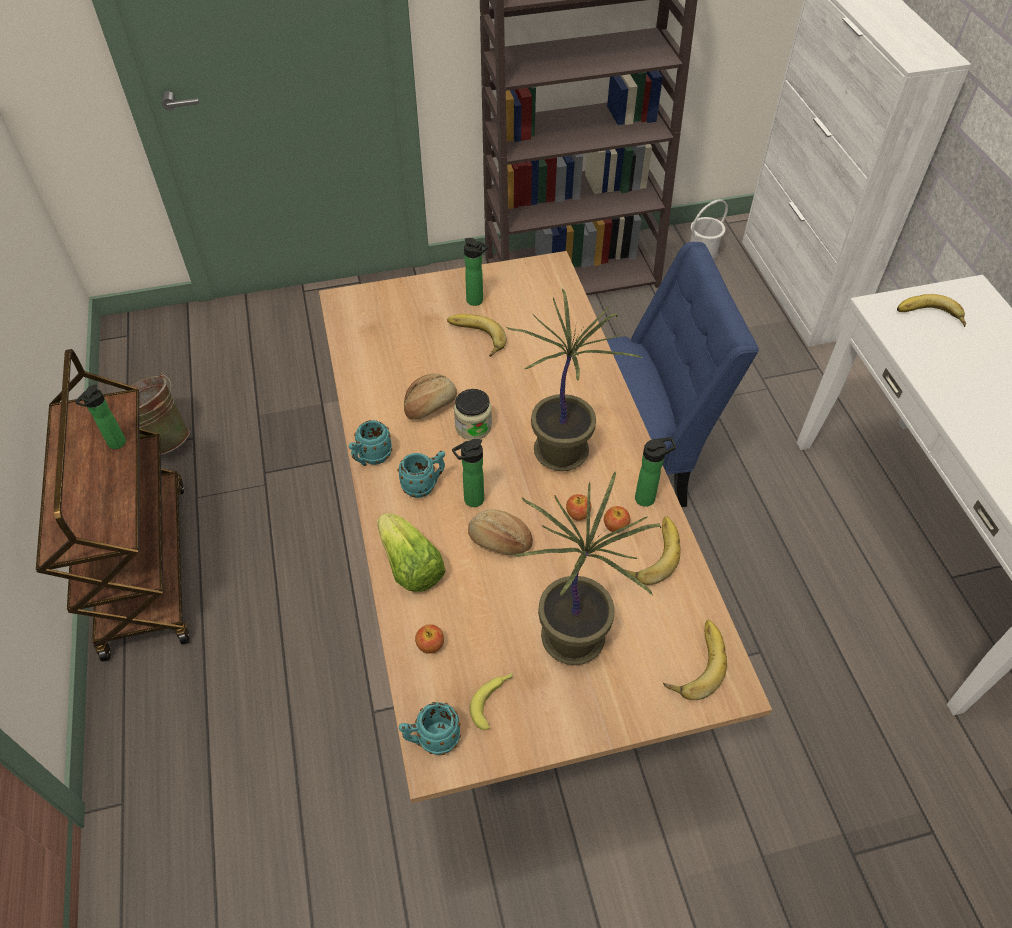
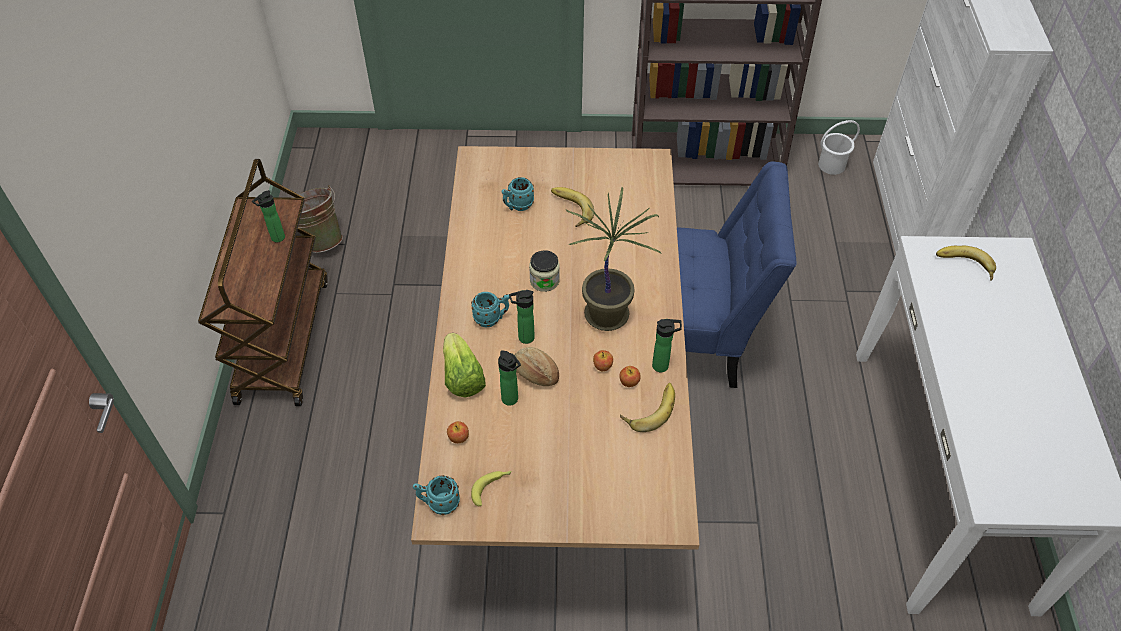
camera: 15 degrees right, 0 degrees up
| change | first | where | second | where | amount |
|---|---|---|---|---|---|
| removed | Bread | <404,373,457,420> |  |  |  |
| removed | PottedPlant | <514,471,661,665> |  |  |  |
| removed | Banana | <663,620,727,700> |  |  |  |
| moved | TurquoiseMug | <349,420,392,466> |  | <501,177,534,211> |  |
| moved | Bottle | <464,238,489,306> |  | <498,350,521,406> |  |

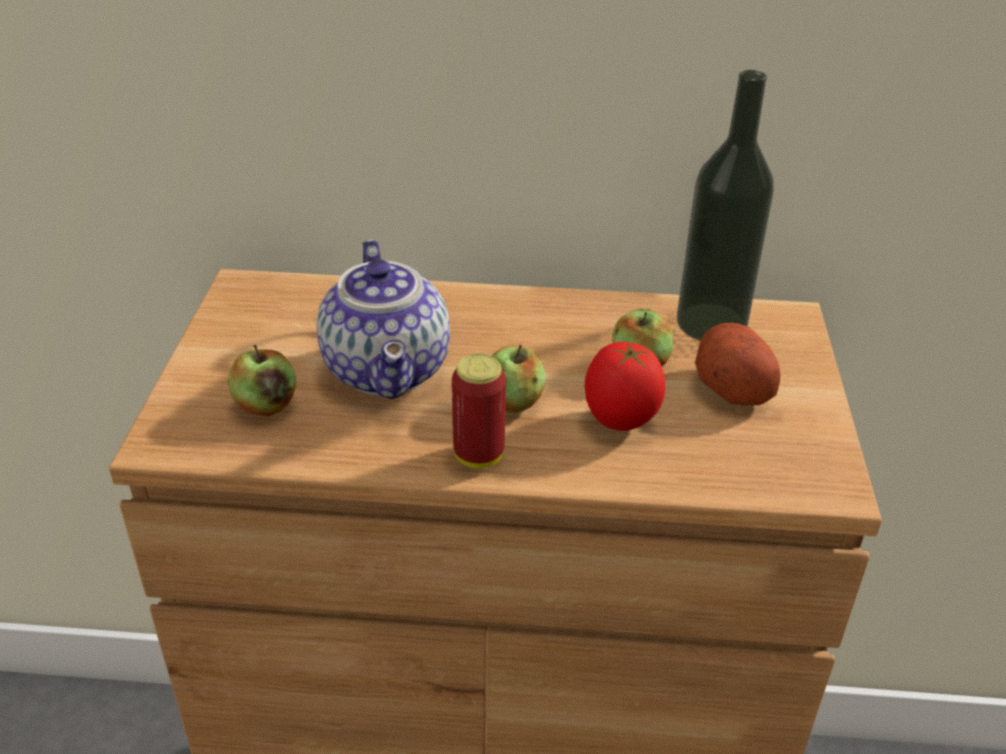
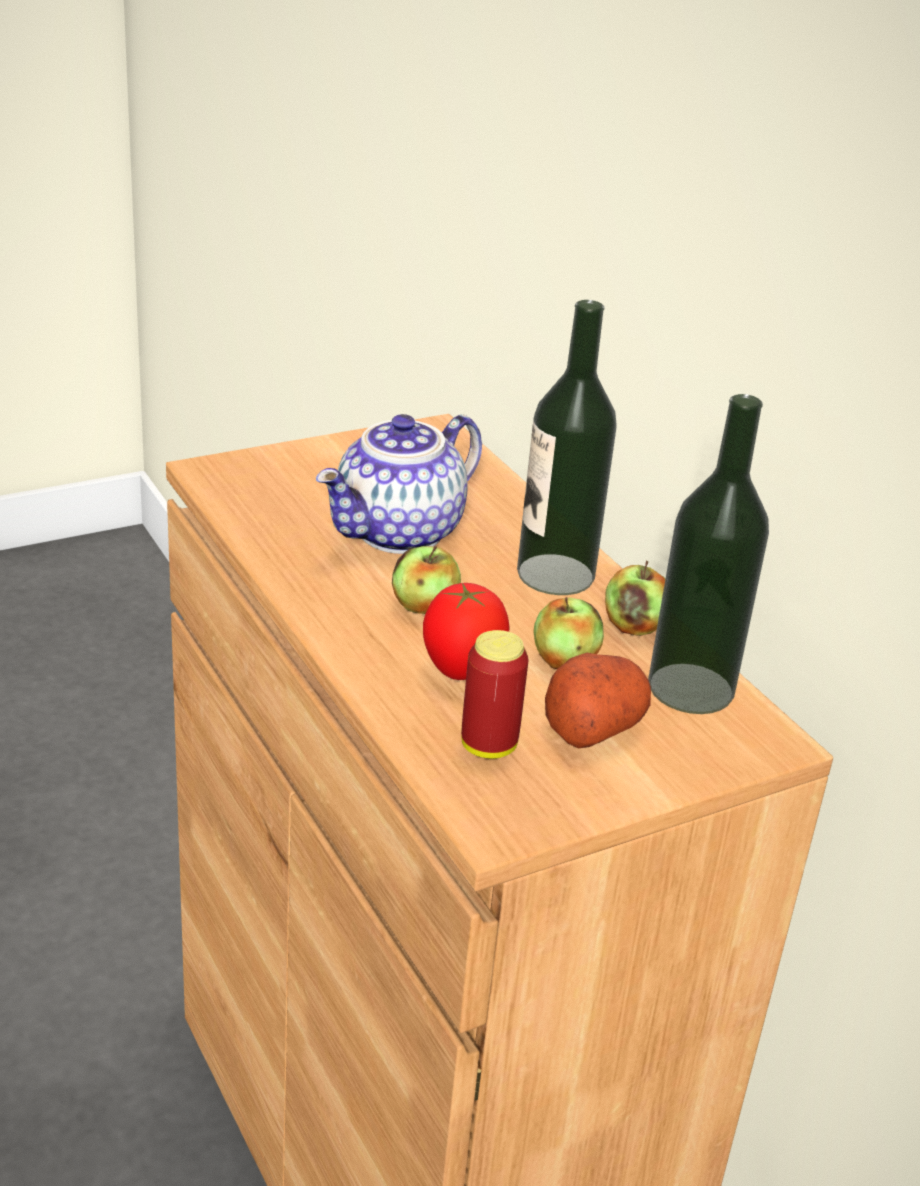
camera: 55 degrees right, 5 degrees down
| change | first | where | second | where | amount |
|---|---|---|---|---|---|
| added |  |  | Bottle | <517,300,617,595> |  |
| moved | Apple | <227,345,296,416> |  | <605,561,665,636> |  |
| moved | Can | <452,353,506,468> |  | <461,630,529,759> |  |

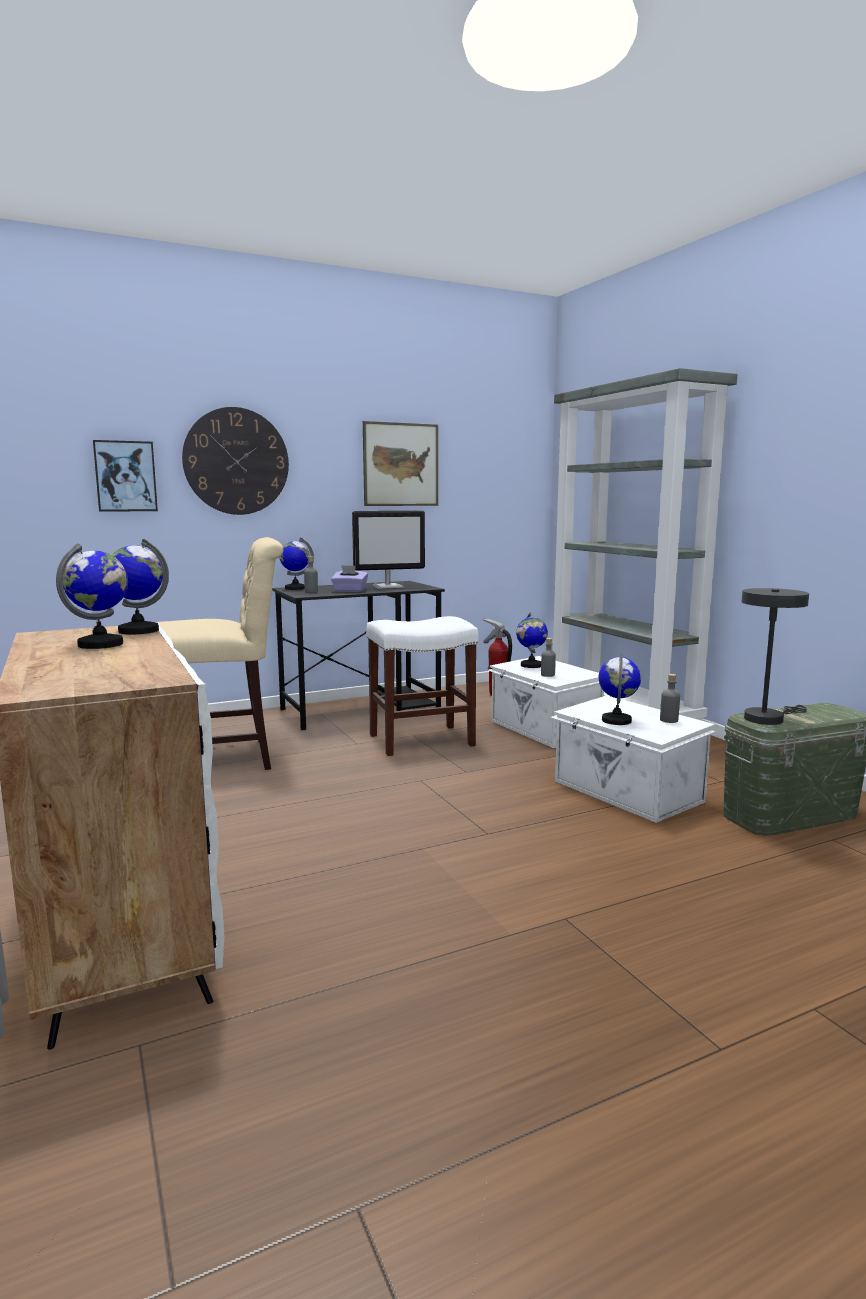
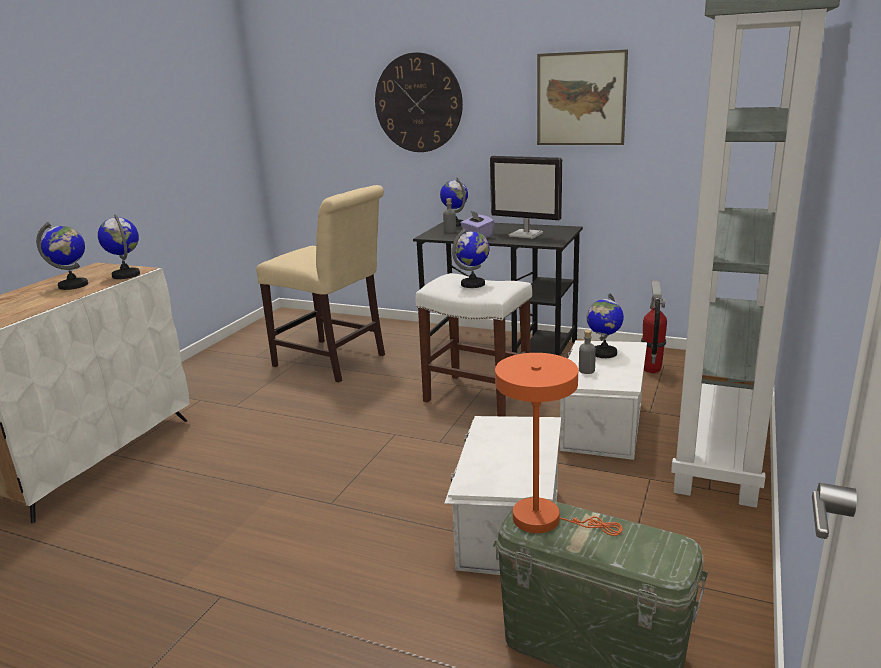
camera: 50 degrees right, 10 degrees up
| change | first | where | second | where | amount |
|---|---|---|---|---|---|
| removed | Picture | <93,440,158,512> |  |  |  |
| removed | GreyBottle | <660,674,680,723> |  |  |  |
| moved | Globe | <599,654,641,725> |  | <452,229,490,288> |  |
| recoloured | GreyTableLamp | <741,588,809,725> | OrangeTableLamp | <495,353,623,536> |  |

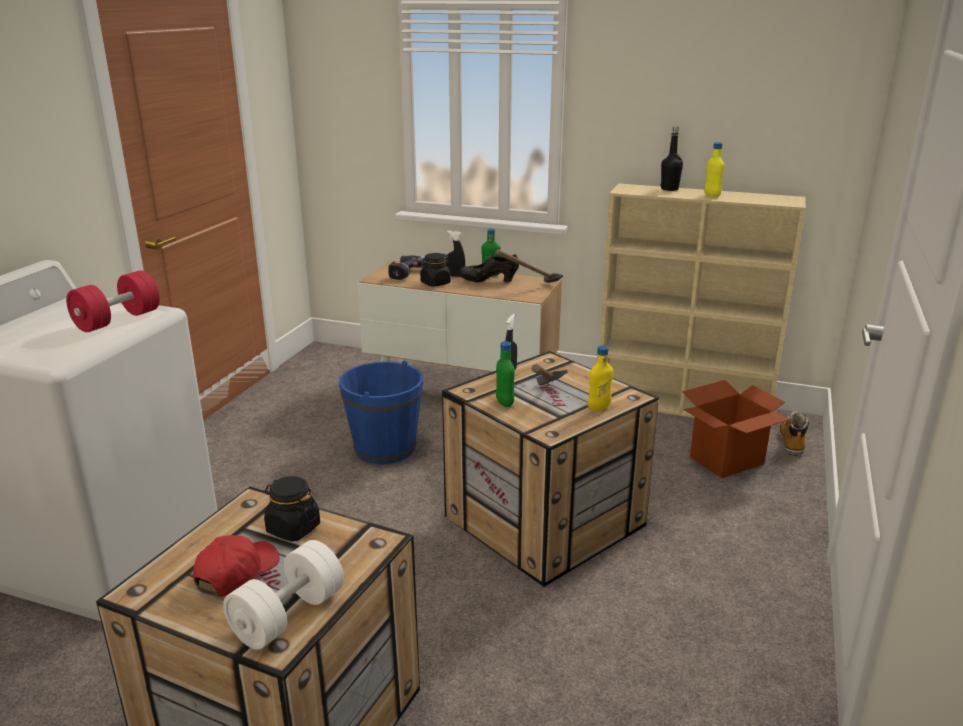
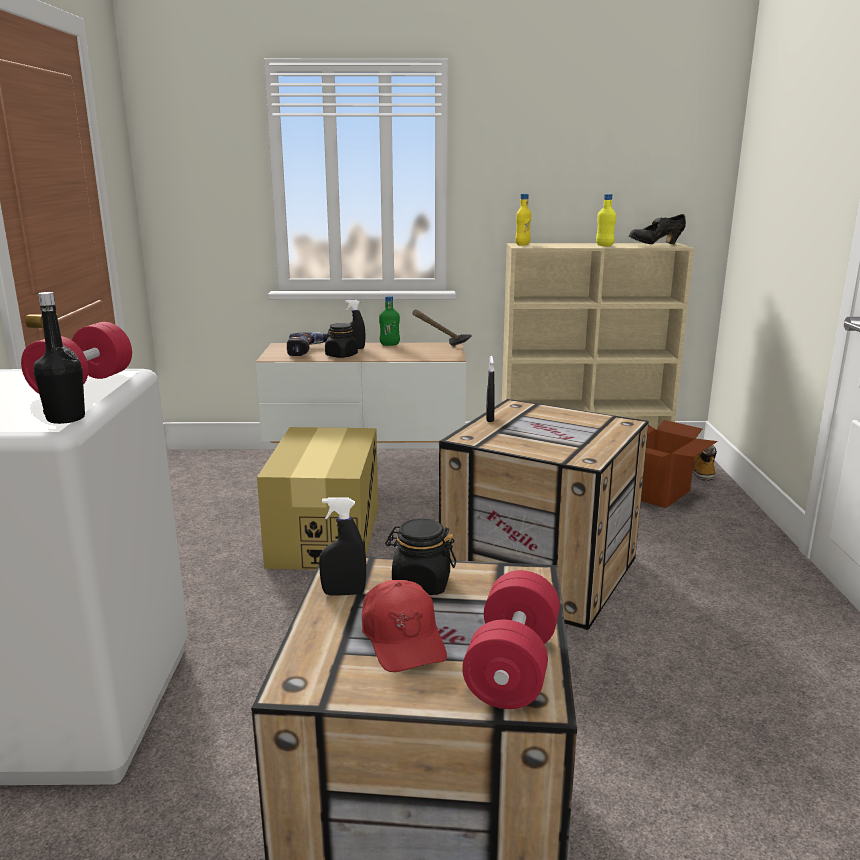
camera: 20 degrees left, 5 degrees down
| change | first | where | second | where | amount |
|---|---|---|---|---|---|
| removed | GreenBottle | <496,341,515,407> |  |  |  |
| removed | Hammer | <531,364,568,385> |  |  |  |
| added |  |  | BlackSprayBottle | <319,497,366,596> |  |
| moved | BlackShoe | <458,254,519,282> |  | <629,214,686,244> |  |
| moved | YellowBottle | <587,345,613,411> |  | <515,193,531,246> |  |
| moved | BlackBottle | <661,127,683,191> |  | <34,292,85,424> |  |
| replaced | BlueBucket | <339,360,423,464> | CardboardBox | <257,427,378,570> |  |
| recoloured | WhiteDumbbell | <223,540,344,650> | RedDumbbell | <462,570,560,709> |  |
| turned | RedCap | <193,535,280,597> |  | <362,580,447,672> | 150 degrees clockwise |

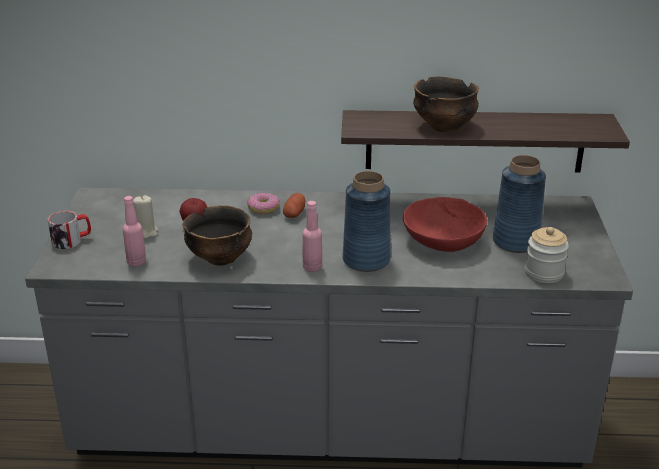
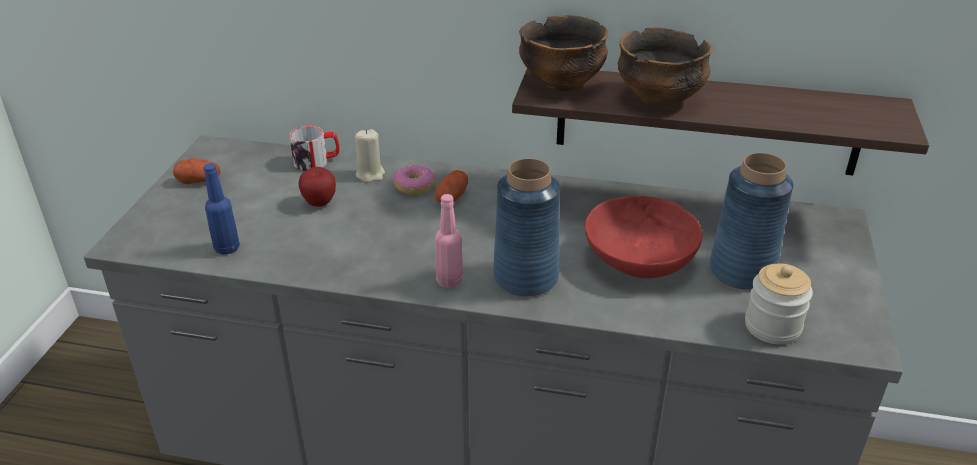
camera: 10 degrees right, 5 degrees up
| change | first | where | second | where | amount |
|---|---|---|---|---|---|
| added |  |  | Potato | <173,158,220,184> |  |
| moved | Mug | <48,211,91,249> |  | <289,126,340,171> |  |
| moved | BeigeCandle | <133,195,158,239> |  | <355,129,385,182> |  |
| moved | Bowl | <182,205,252,266> |  | <519,15,608,91> |  |
| recoloured | PinkBottle | <123,196,146,267> | BlueBottle | <204,163,240,254> |  |

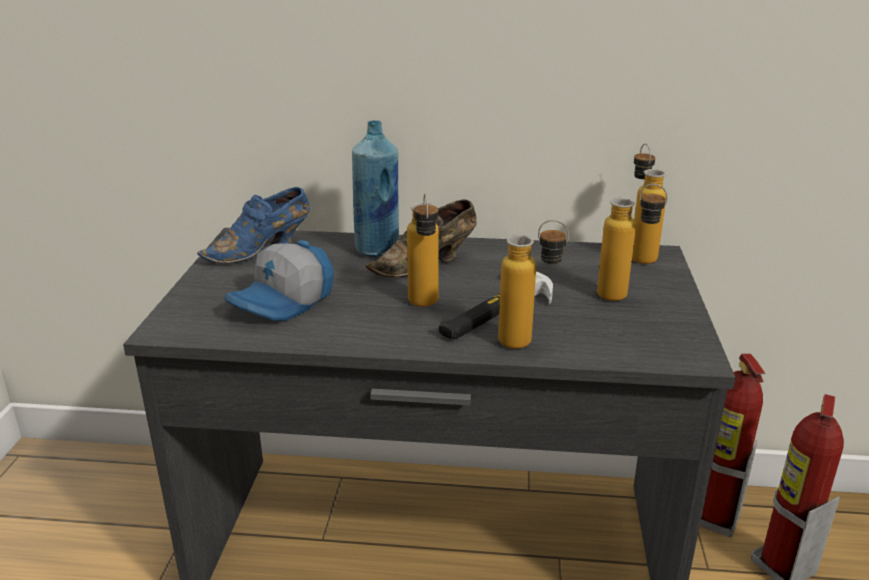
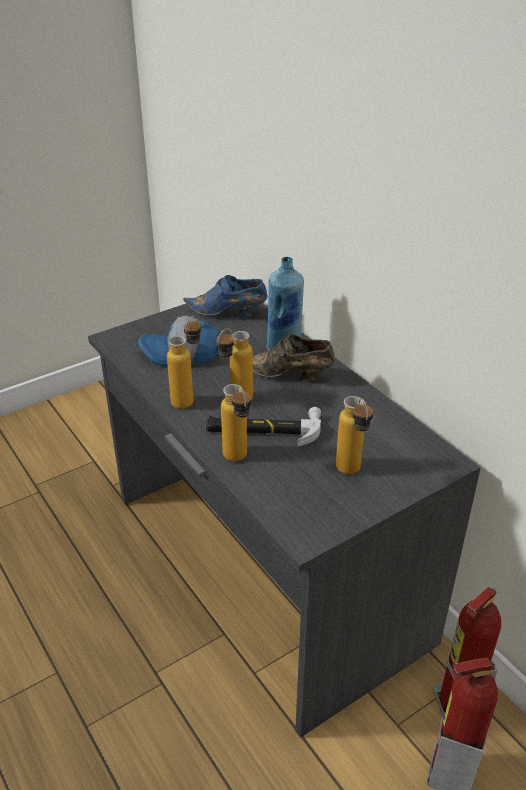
camera: 50 degrees right, 10 degrees up
| change | first | where | second | where | amount |
|---|---|---|---|---|---|
| moved | Bottle | <632,143,666,264> |  | <167,316,201,409> |  |

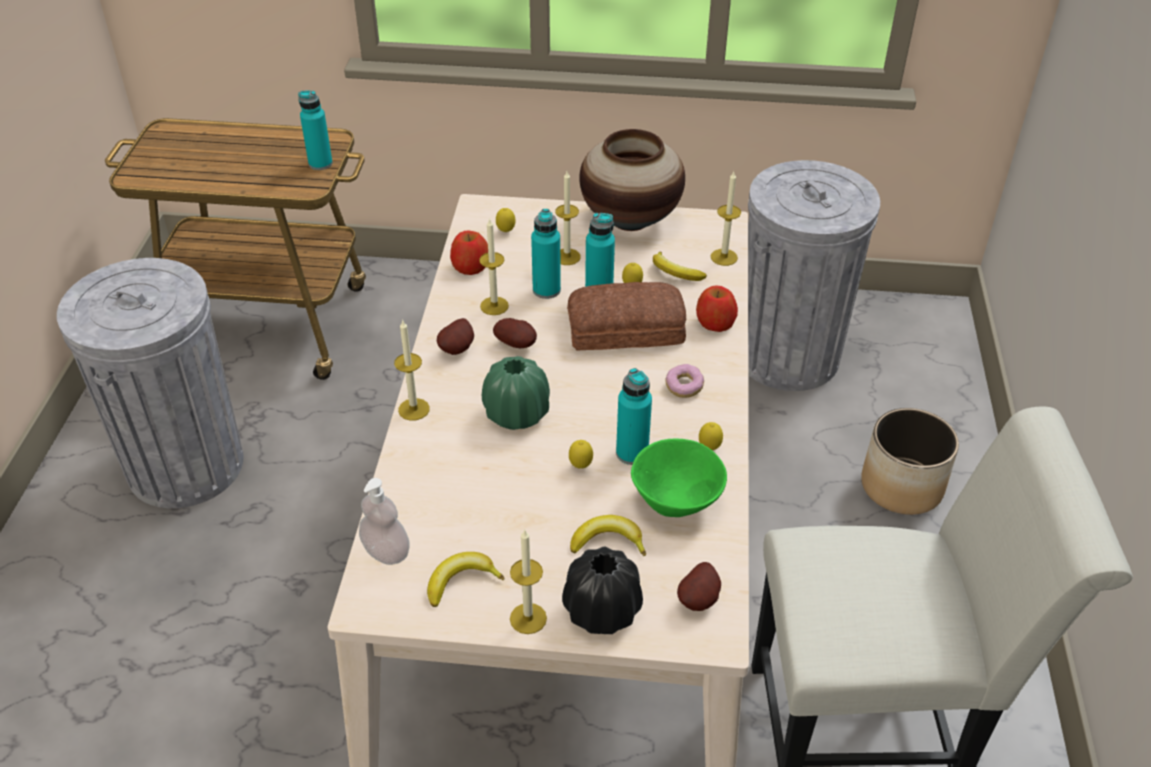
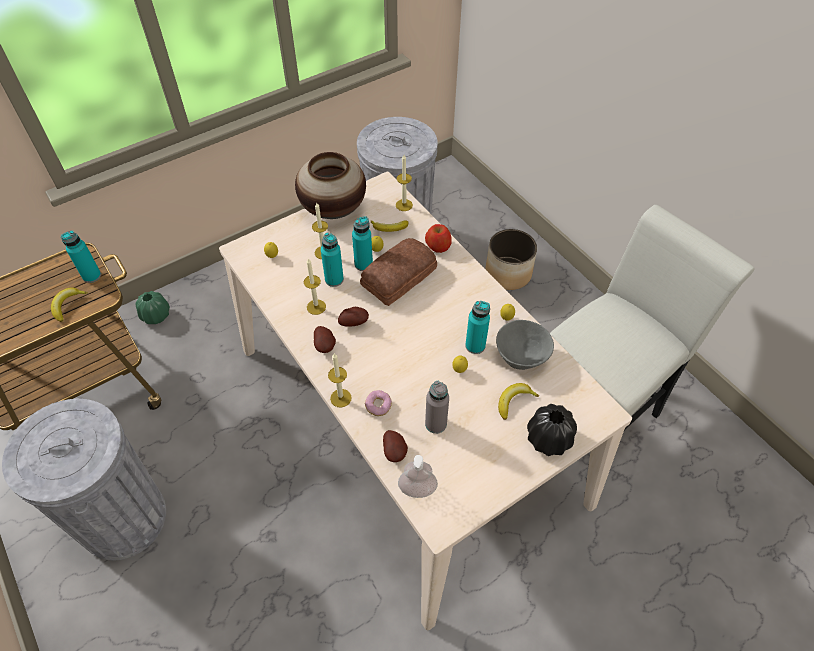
camera: 40 degrees left, 10 degrees up
| change | first | where | second | where | amount |
|---|---|---|---|---|---|
| removed | Apple | <450,231,488,275> |  |  |  |
| removed | Candle | <510,530,547,634> |  |  |  |
| added |  |  | GreyBottle | <425,381,449,434> |  |
| moved | Banana | <427,552,505,607> |  | <51,287,88,322> |  |
| moved | GreenVase | <482,356,550,430> |  | <136,291,170,324> |  |
| moved | Donut | <665,364,704,398> |  | <365,390,392,416> |  |
| moved | Potato | <677,562,721,611> |  | <383,430,408,462> |  |
| recoloured | GreenBowl | <631,438,727,517> | GreyBowl | <496,320,554,370> |  |

